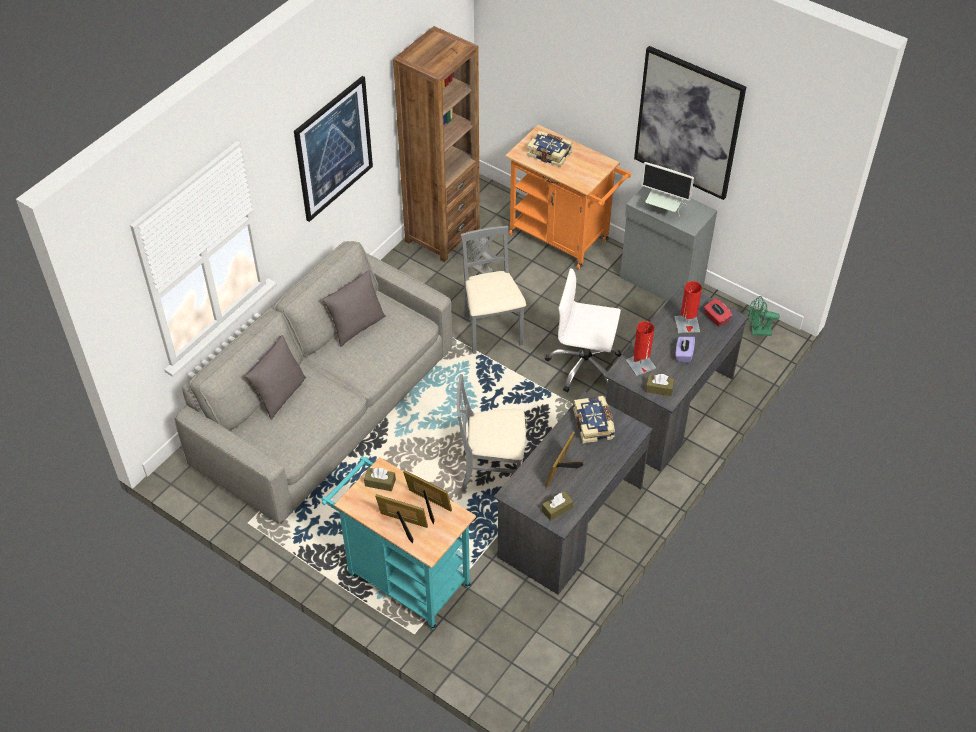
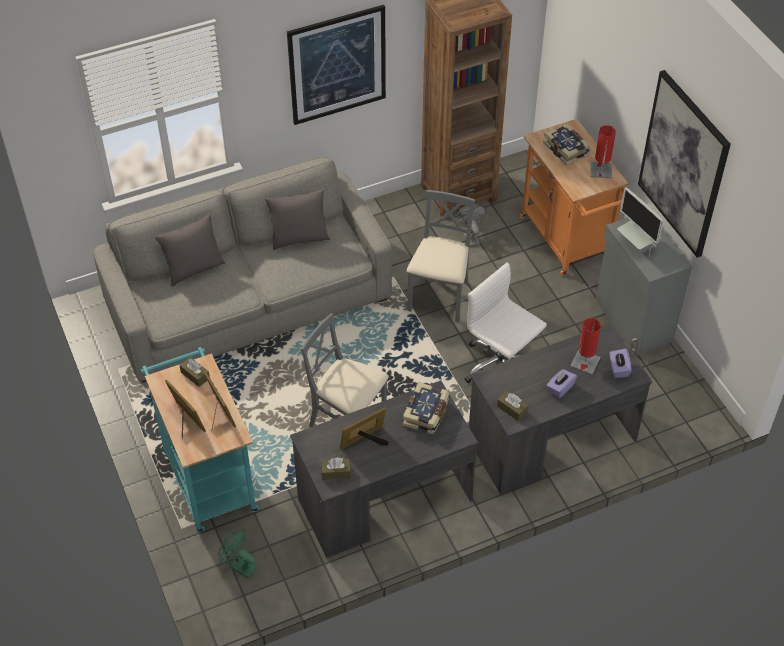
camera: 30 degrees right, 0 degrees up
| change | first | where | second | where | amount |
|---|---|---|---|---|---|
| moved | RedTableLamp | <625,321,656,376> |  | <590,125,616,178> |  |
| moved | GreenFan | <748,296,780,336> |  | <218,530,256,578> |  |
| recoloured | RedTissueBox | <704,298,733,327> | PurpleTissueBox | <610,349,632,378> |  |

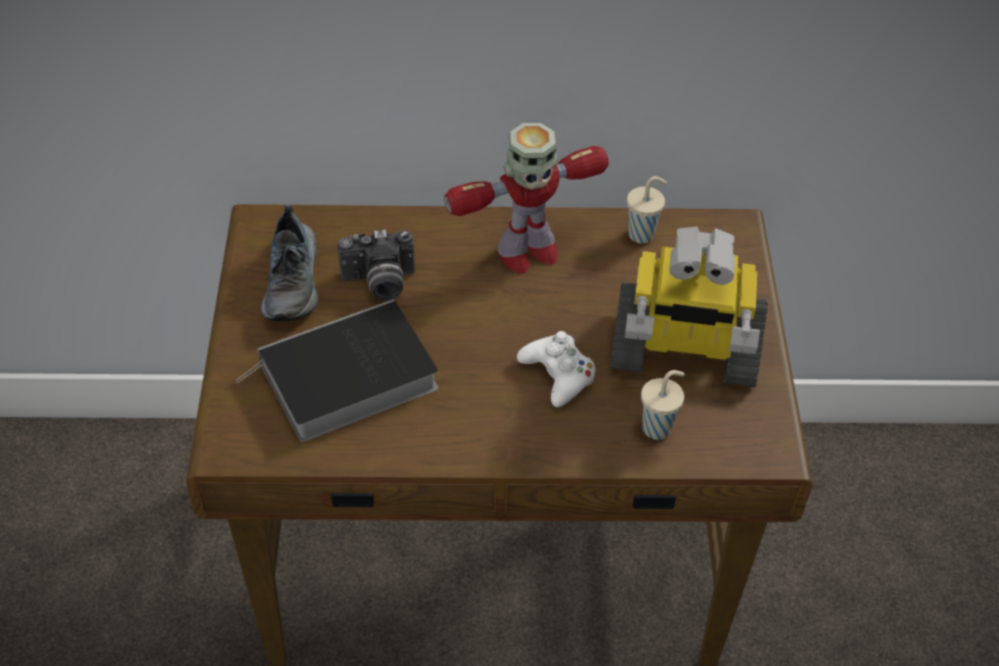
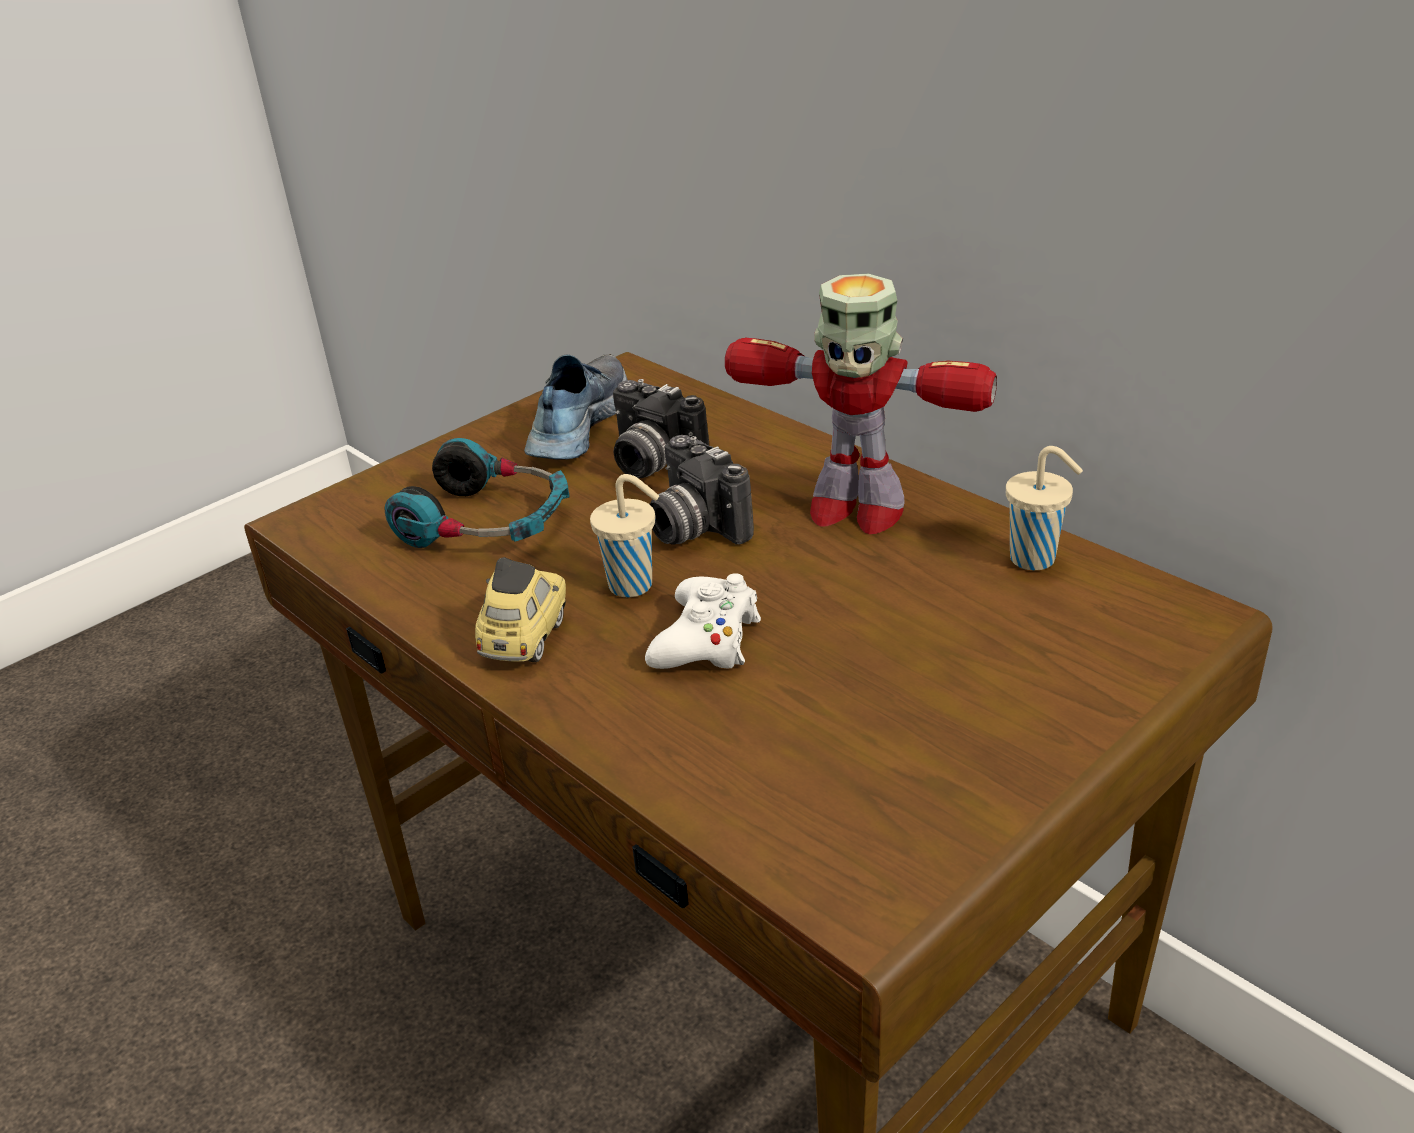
camera: 50 degrees right, 15 degrees down
| change | first | where | second | where | amount |
|---|---|---|---|---|---|
| removed | ToyRobot | <610,226,768,387> |  |  |  |
| added |  |  | ToyCar | <475,557,566,662> |  |
| added |  |  | PhotoCamera | <650,435,754,545> |  |
| moved | BeigeCup | <641,370,685,440> |  | <590,474,659,598> |  |
| replaced | Book | <236,299,438,442> | Headphones | <385,438,569,548> |  |
| turned | Shoe | <261,205,318,321> |  | <524,354,627,460> | 150 degrees clockwise |

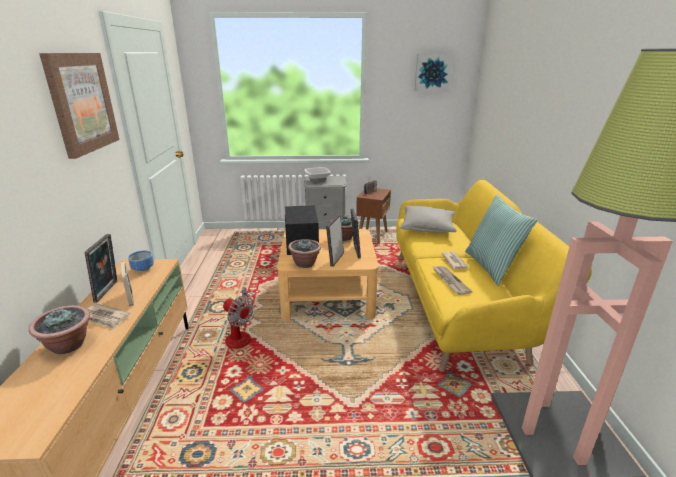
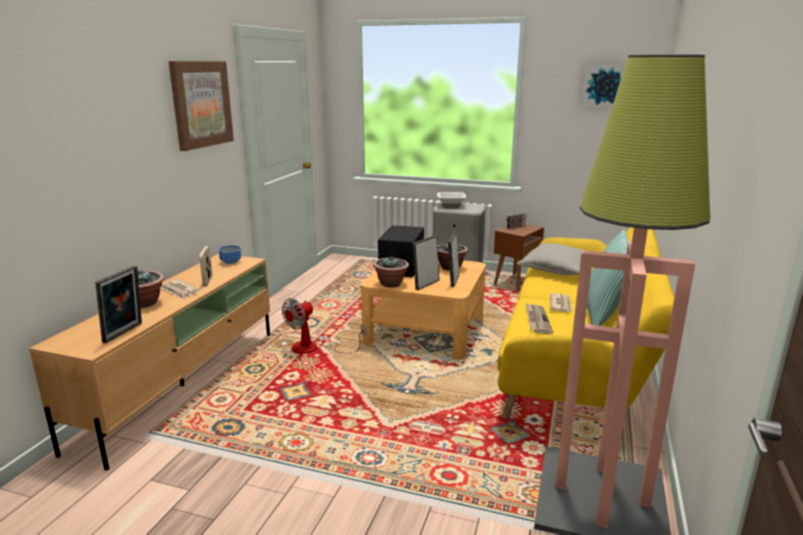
camera: 20 degrees right, 5 degrees down
| change | first | where | second | where | amount |
|---|---|---|---|---|---|
| moved | PictureFrame | <84,234,117,303> |  | <95,266,142,343> |  |
| turned | Fan | <223,288,254,349> |  | <282,298,366,354> | 75 degrees clockwise |

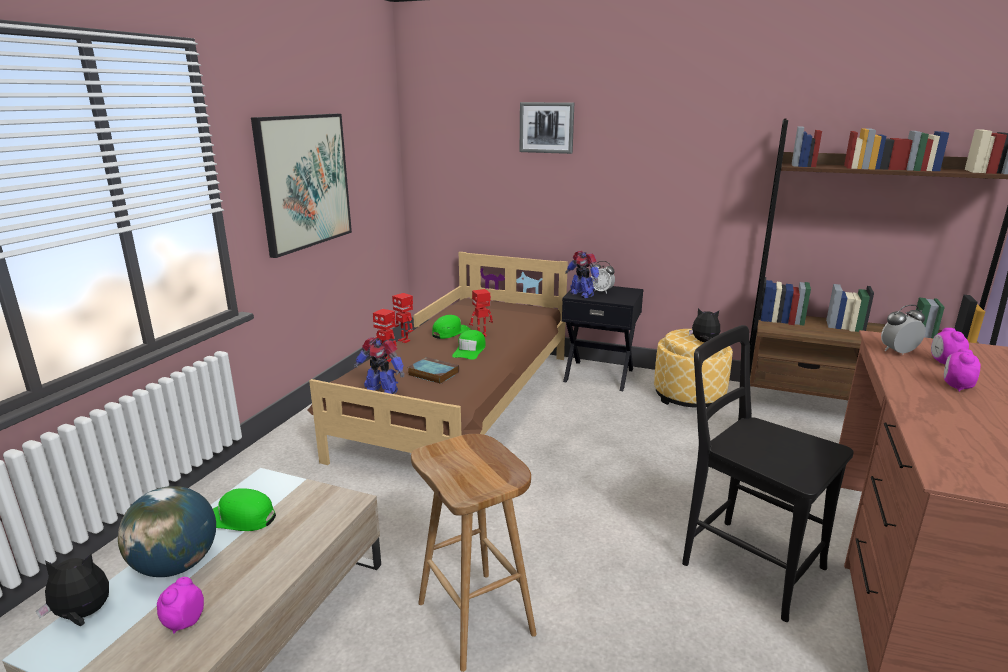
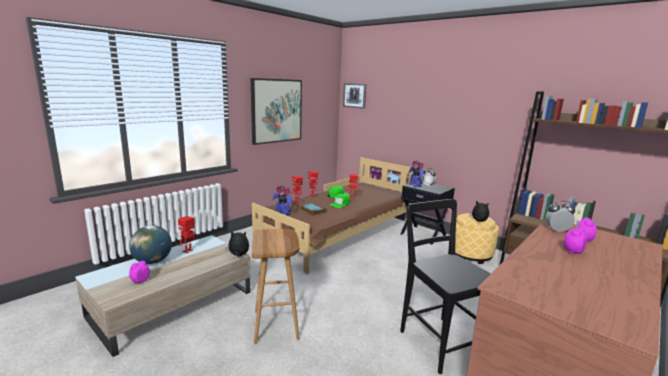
camera: 20 degrees right, 5 degrees down
| change | first | where | second | where | amount |
|---|---|---|---|---|---|
| moved | PlushToy | <36,554,109,626> |  | <225,231,249,257> |  |
| moved | Picture | <520,102,574,154> |  | <343,83,366,109> |  |
| replaced | GreenCap | <213,488,276,531> | ToyRobot | <178,216,196,253> |  |

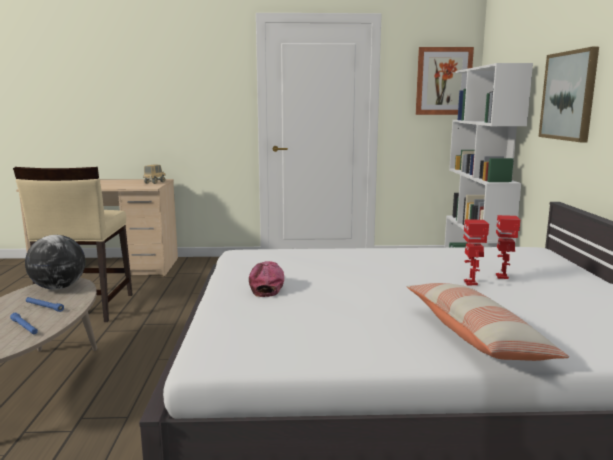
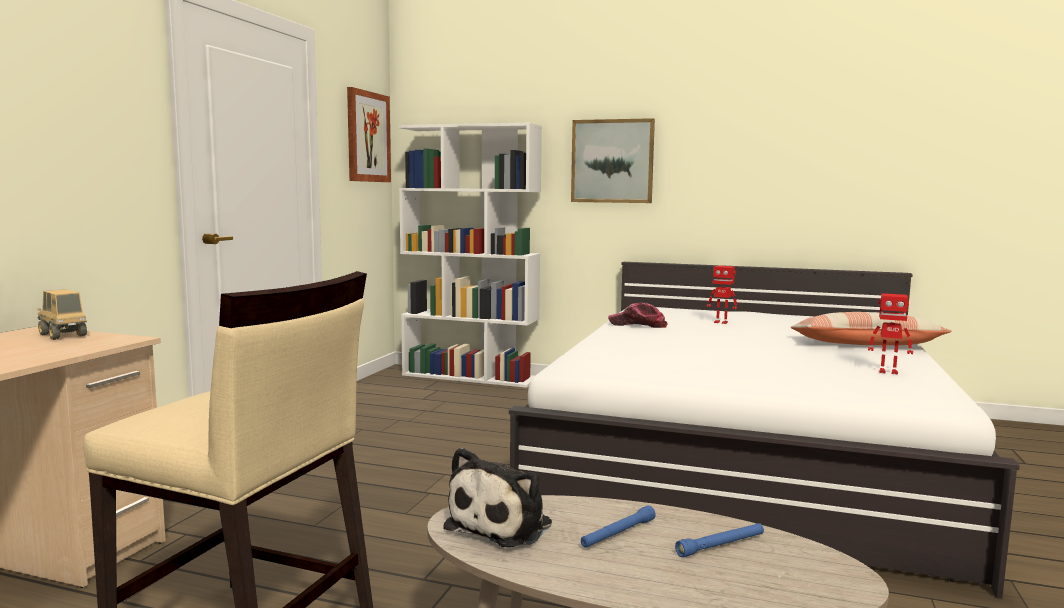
camera: 70 degrees left, 5 degrees down
| change | first | where | second | where | amount |
|---|---|---|---|---|---|
| moved | Cap | <249,261,284,297> |  | <608,303,668,328> |  |
| moved | ToyRobot | <463,219,489,285> |  | <868,293,913,375> |  |
| replaced | Globe | <25,235,85,290> | PlushToy | <443,447,552,547> |  |

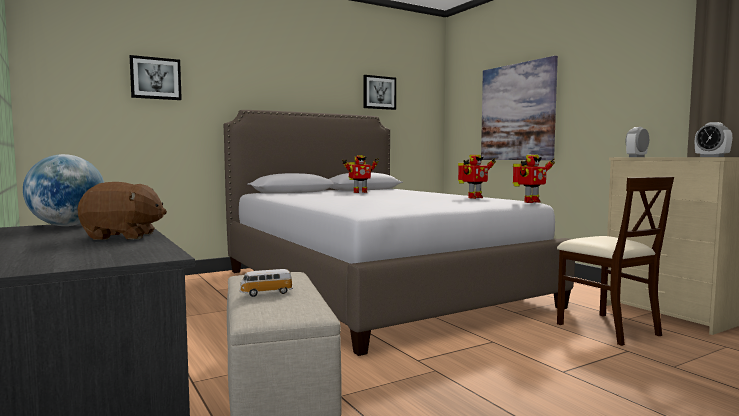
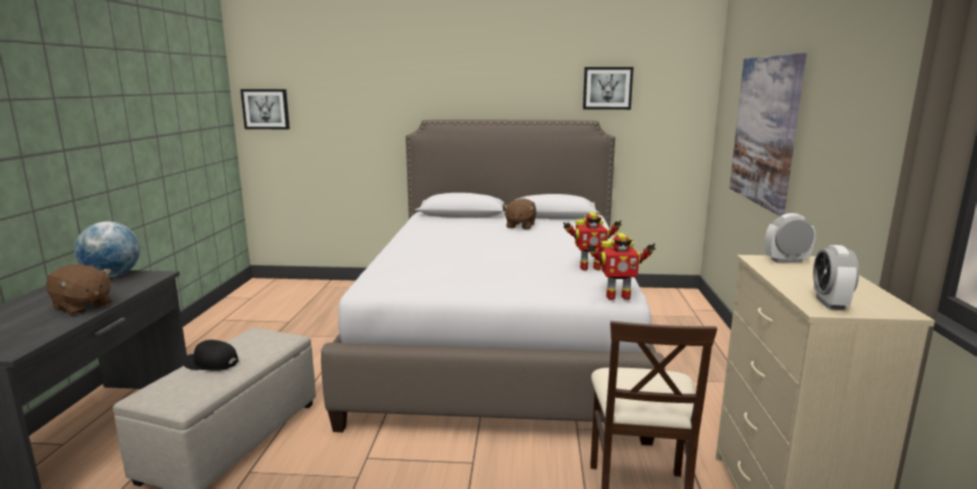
camera: 35 degrees right, 10 degrees up
| change | first | where | second | where | amount |
|---|---|---|---|---|---|
| moved | Picture | <130,55,182,100> |  | <240,89,290,129> |  |
| replaced | ToyCar | <239,269,293,297> | BlackCap | <182,340,239,371> |  |
| replaced | ToyRobot | <342,155,379,193> | BrownPlushToy | <503,198,537,229> |  |

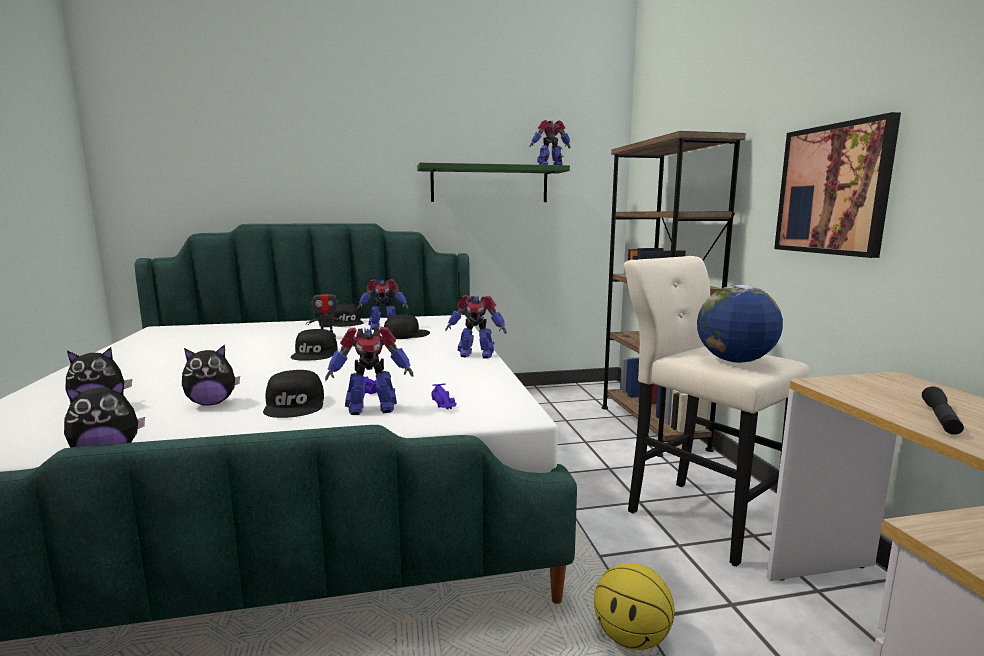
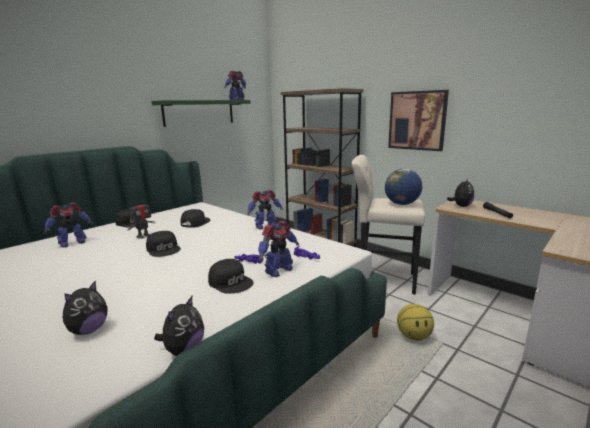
camera: 35 degrees left, 5 degrees up
| change | first | where | second | where | amount |
|---|---|---|---|---|---|
| moved | PlushToy | <182,345,240,406> |  | <447,179,474,207> |  |
| moved | ToyRobot | <357,279,408,330> |  | <44,203,93,248> |  |

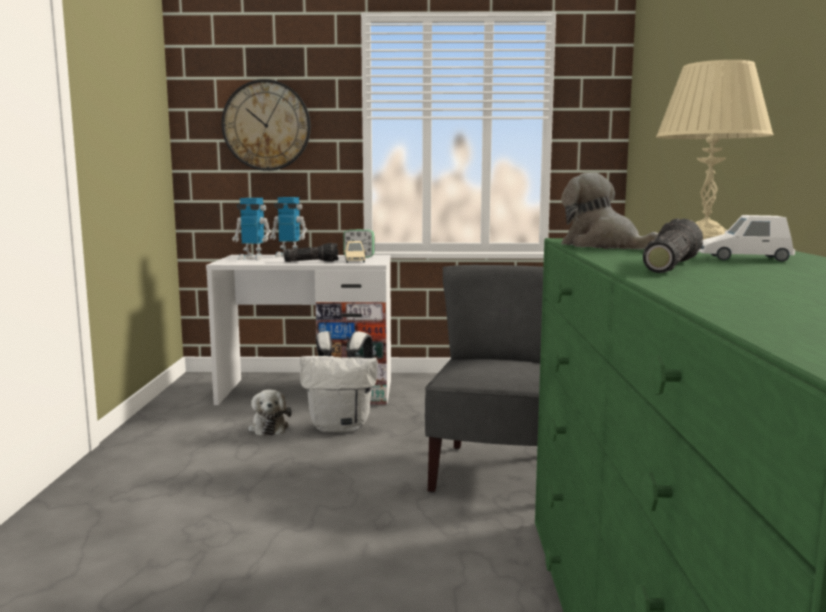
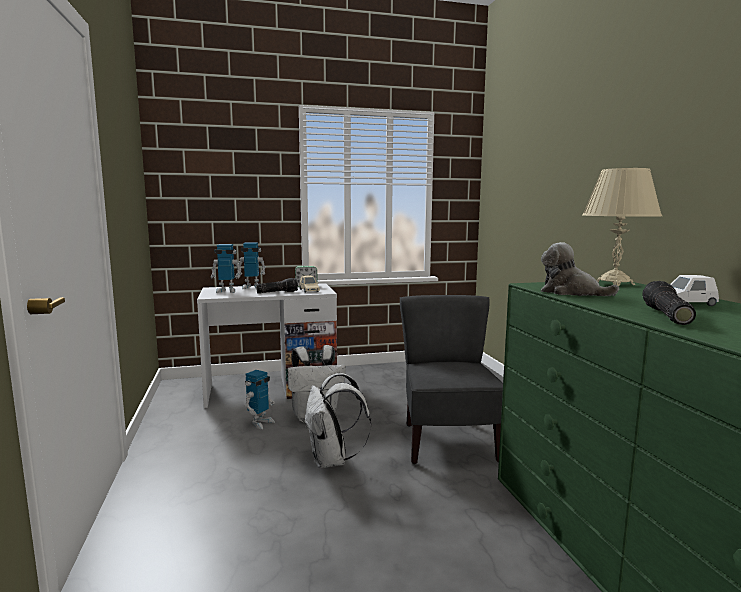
camera: 15 degrees left, 0 degrees up
| change | first | where | second | where | amount |
|---|---|---|---|---|---|
| removed | WallClock | <221,79,311,171> |  |  |  |
| added |  |  | WhiteBackpack | <305,373,371,468> |  |
| replaced | PlushToy | <248,390,292,436> | ToyRobot | <245,370,275,429> |  |

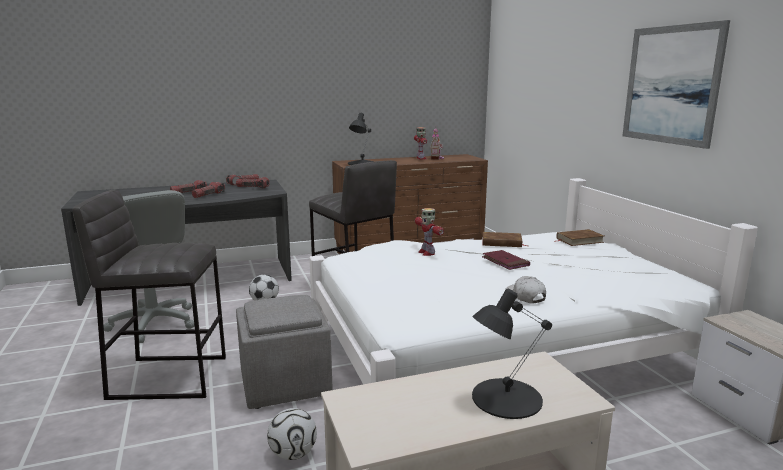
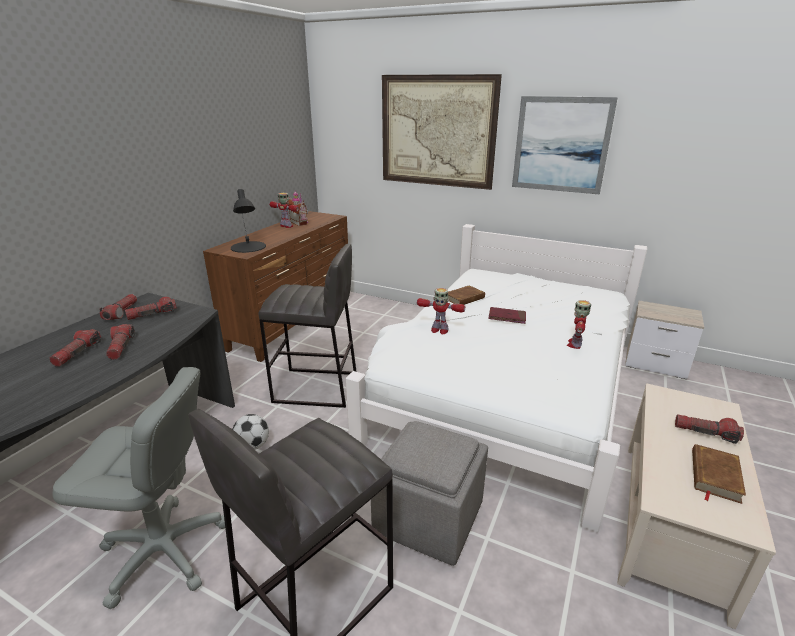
camera: 45 degrees left, 10 degrees up
| change | first | where | second | where | amount |
|---|---|---|---|---|---|
| removed | Football | <267,408,317,460> |  |  |  |
| added |  |  | Picture | <382,74,502,190> |  |
| moved | BrownBook | <554,229,604,246> |  | <692,444,746,504> |  |
| replaced | BlackTableLamp | <472,289,552,419> | Flashlight | <675,415,744,444> |  |
| replaced | WhiteCap | <505,276,546,304> | ToyRobot | <567,300,591,349> |  |

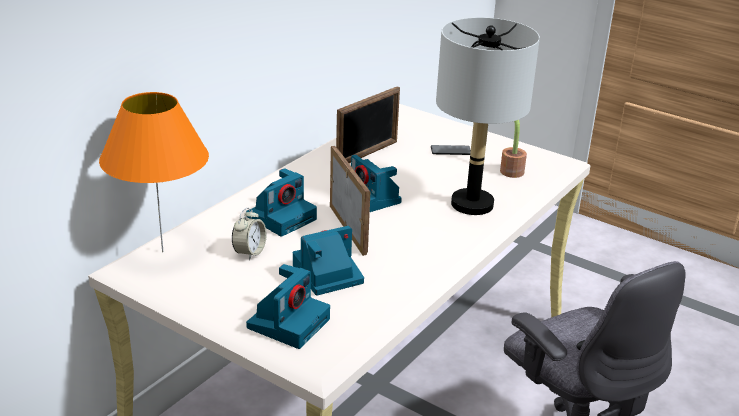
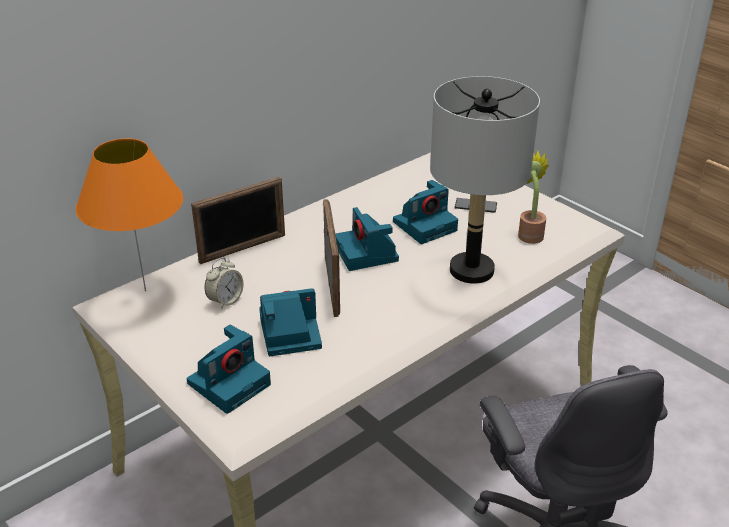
camera: 15 degrees right, 5 degrees up
| change | first | where | second | where | amount |
|---|---|---|---|---|---|
| moved | PhotoCamera | <246,168,317,237> |  | <393,180,458,244> |  |
| moved | PictureFrame | <336,86,400,163> |  | <191,177,285,264> |  |

